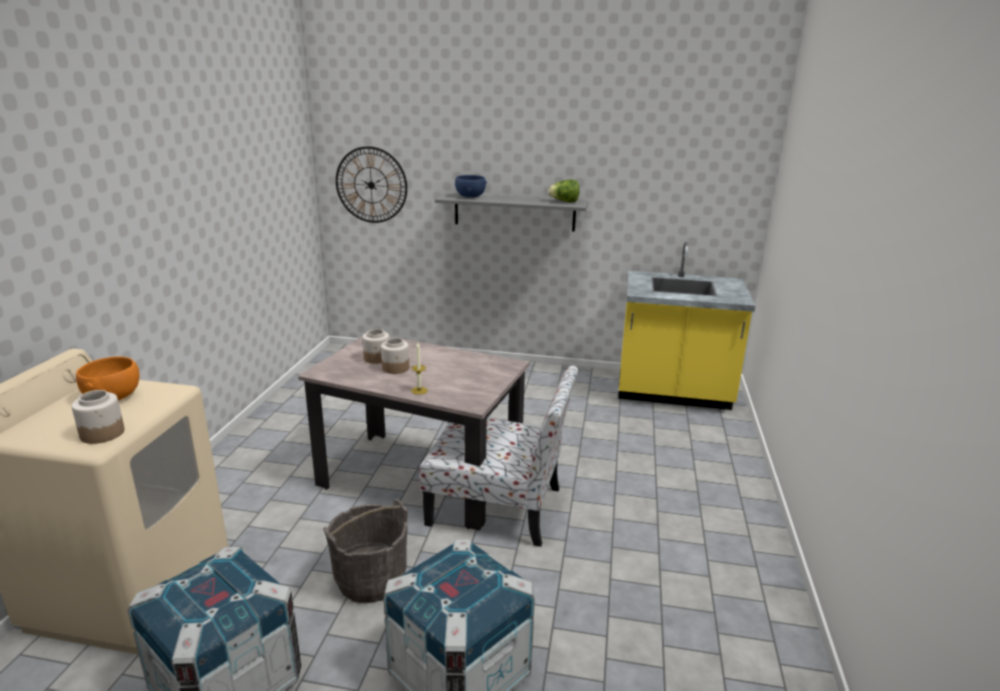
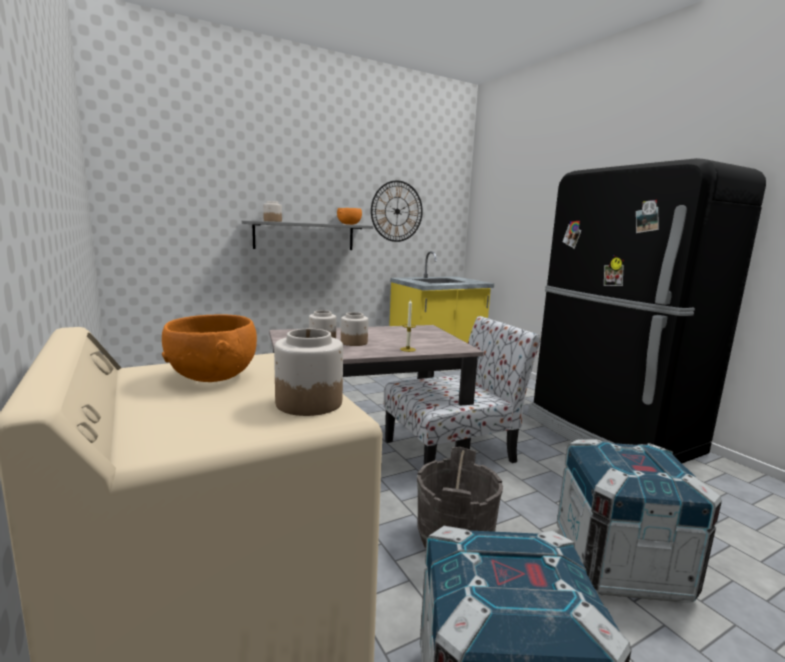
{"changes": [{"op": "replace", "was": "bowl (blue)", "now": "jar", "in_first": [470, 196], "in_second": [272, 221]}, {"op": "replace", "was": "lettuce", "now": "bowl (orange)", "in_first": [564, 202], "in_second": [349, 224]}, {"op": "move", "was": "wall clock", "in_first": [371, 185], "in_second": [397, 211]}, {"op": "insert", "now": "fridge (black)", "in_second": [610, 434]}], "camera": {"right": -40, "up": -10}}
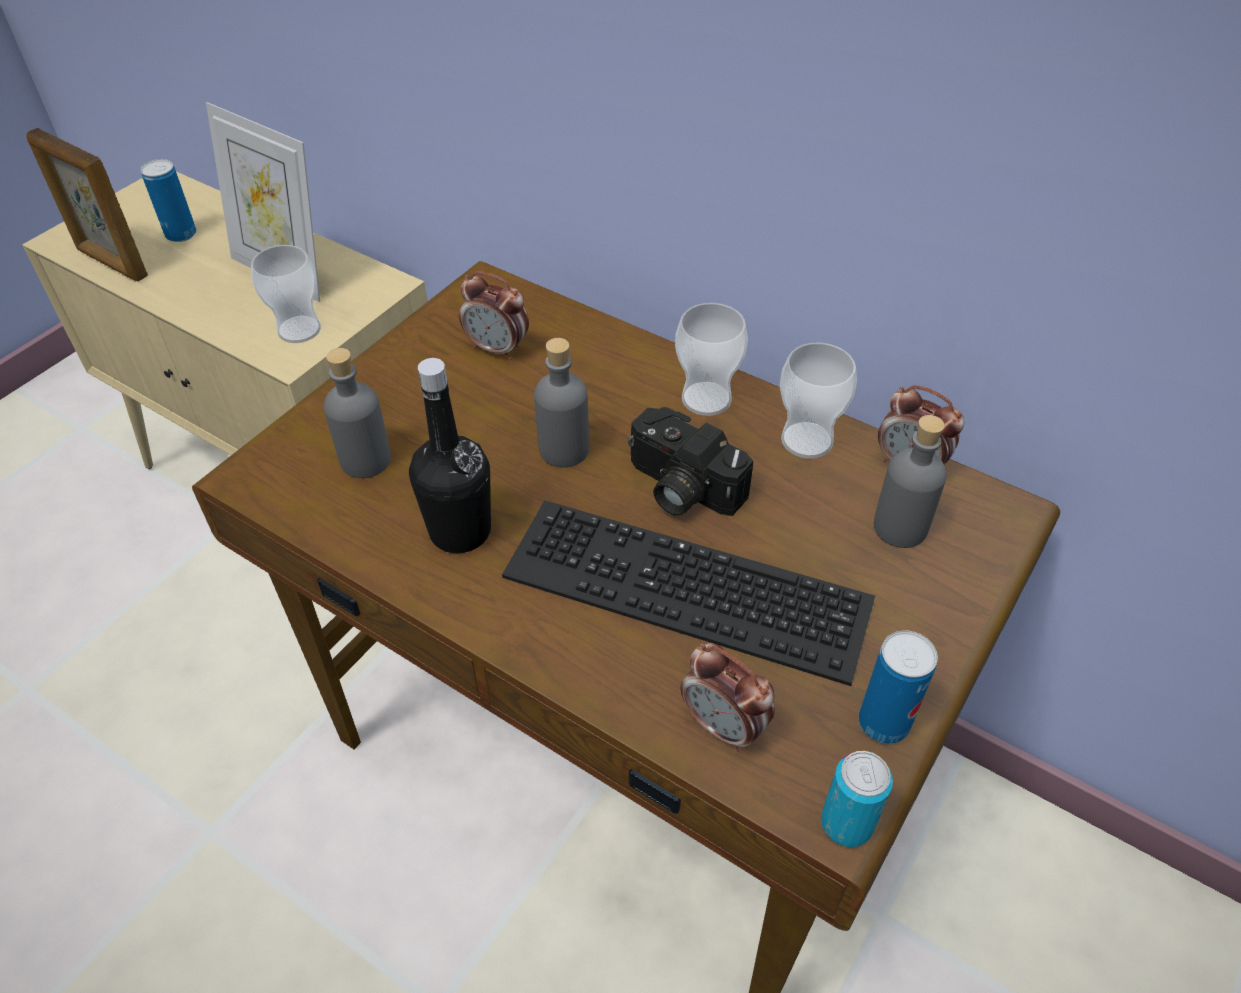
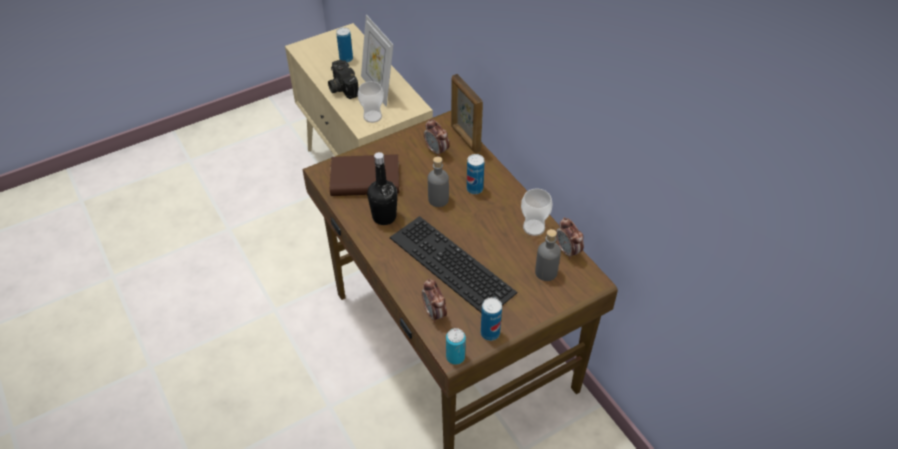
{"changes": [{"op": "move", "was": "photo camera", "in_first": [679, 488], "in_second": [341, 87]}, {"op": "replace", "was": "bottle (grey)", "now": "book (brown)", "in_first": [365, 460], "in_second": [365, 179]}, {"op": "move", "was": "picture frame", "in_first": [111, 263], "in_second": [465, 138]}, {"op": "insert", "now": "can", "in_second": [474, 189]}, {"op": "delete", "was": "cup", "in_first": [706, 399]}], "camera": {"right": 25, "up": 0}}
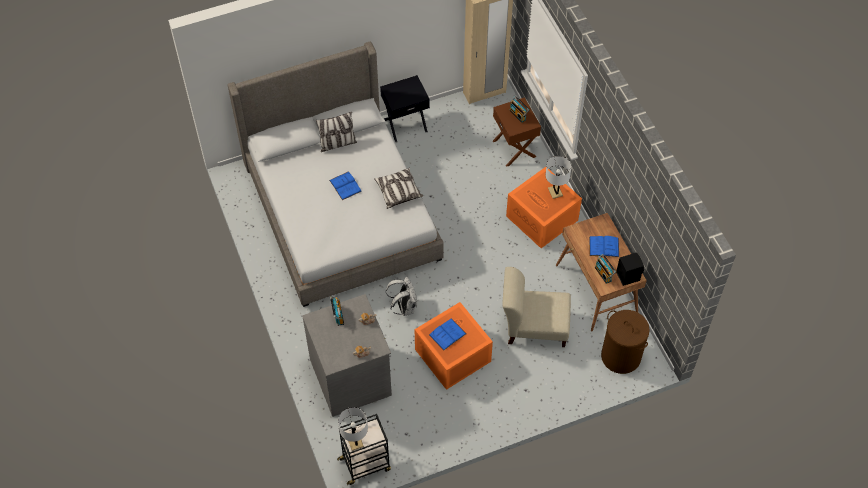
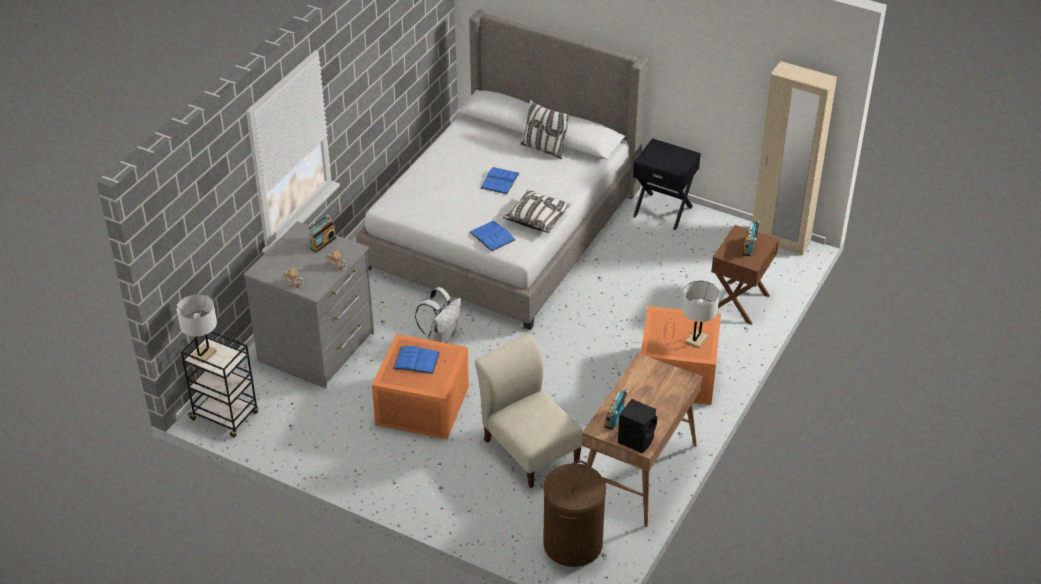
{"changes": [{"op": "move", "was": "book (blue)", "in_first": [604, 246], "in_second": [492, 236]}], "camera": {"right": 50, "up": -15}}
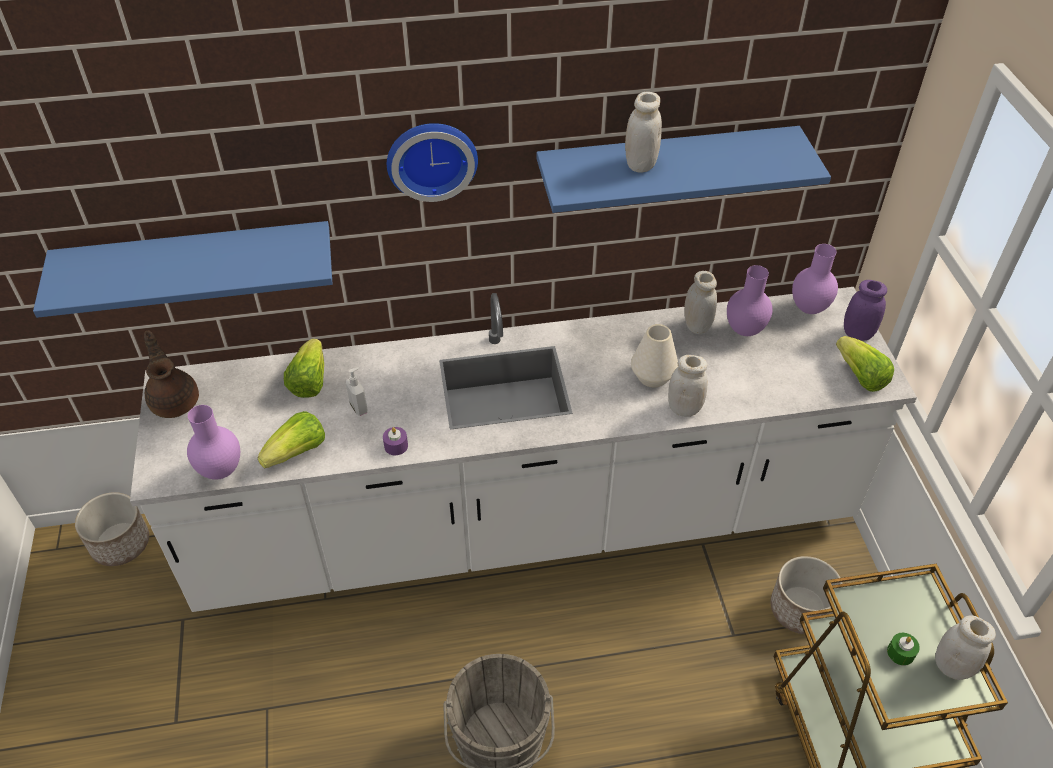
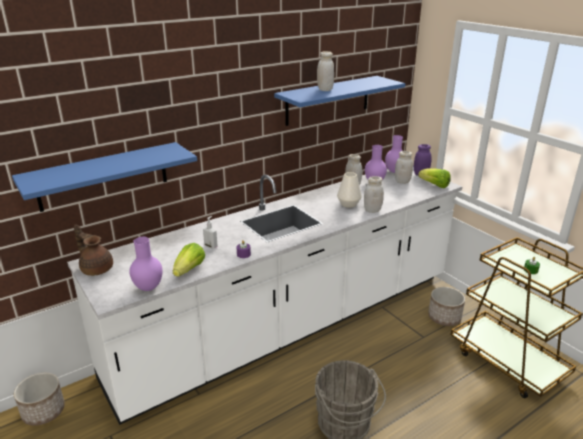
{"changes": [{"op": "move", "was": "jar (white)", "in_first": [952, 666], "in_second": [402, 181]}, {"op": "delete", "was": "lettuce", "in_first": [309, 381]}, {"op": "delete", "was": "wall clock", "in_first": [431, 158]}], "camera": {"right": -25, "up": -20}}
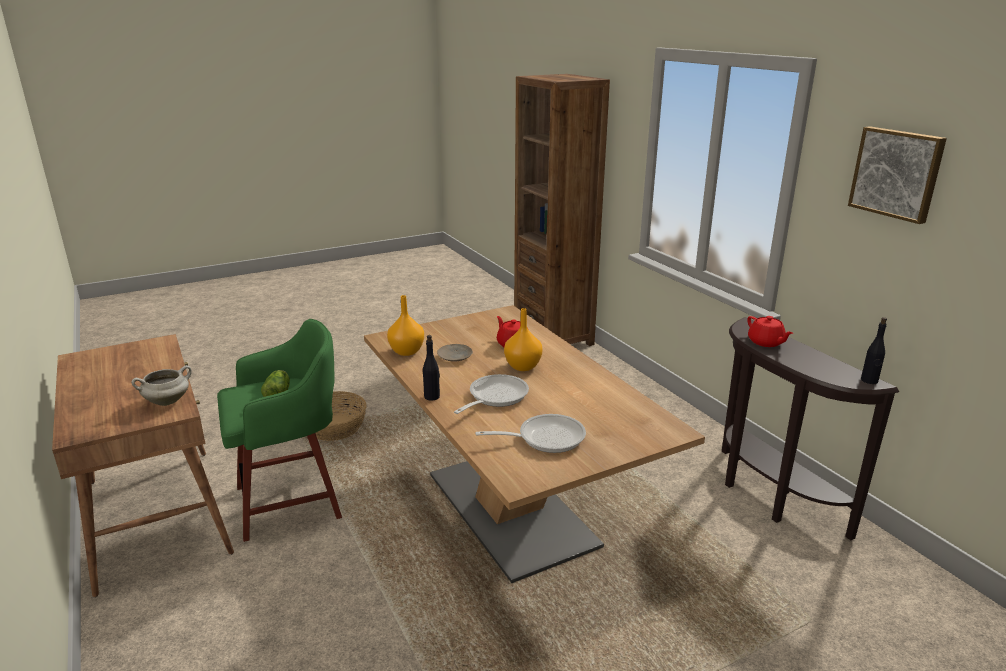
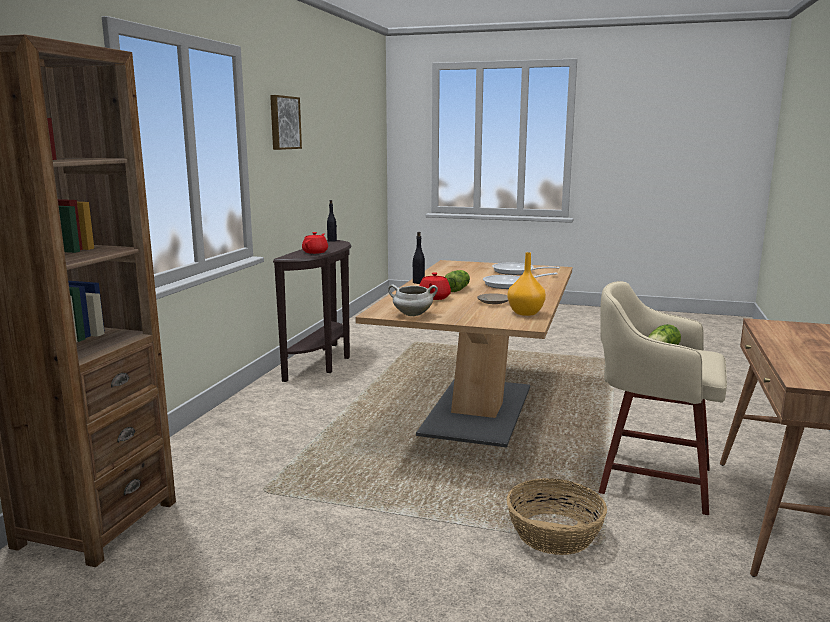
{"changes": [{"op": "move", "was": "cooking pot (white)", "in_first": [168, 401], "in_second": [412, 315]}, {"op": "move", "was": "bottle (black)", "in_first": [432, 396], "in_second": [418, 282]}, {"op": "replace", "was": "vase (orange)", "now": "lettuce", "in_first": [523, 366], "in_second": [458, 289]}, {"op": "recolor", "was": "stool (green)", "now": "stool (beige)", "in_first": [292, 501], "in_second": [650, 479]}], "camera": {"right": -135, "up": -10}}
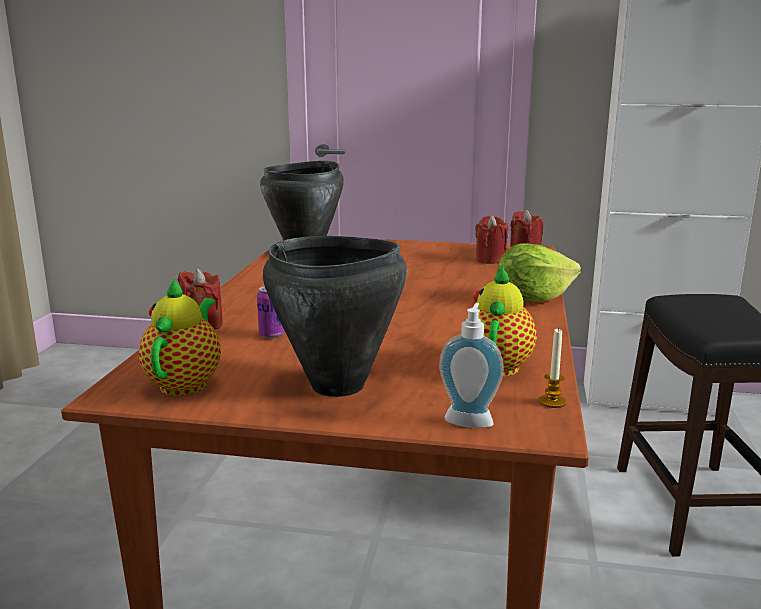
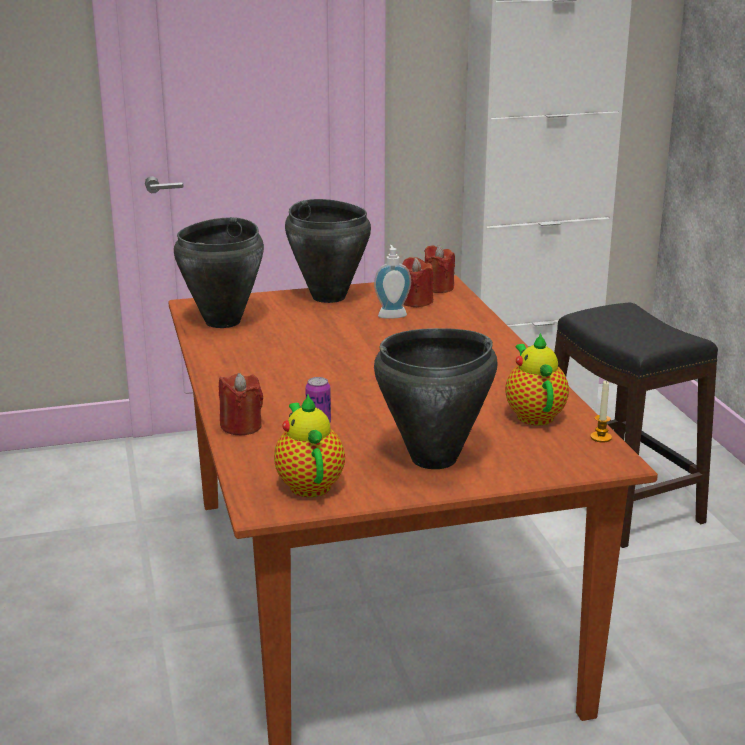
{"changes": [{"op": "insert", "now": "cooking pot (black)", "in_second": [329, 297]}, {"op": "move", "was": "soap dispenser", "in_first": [469, 419], "in_second": [391, 314]}, {"op": "delete", "was": "lettuce", "in_first": [532, 299]}], "camera": {"right": -25, "up": 5}}
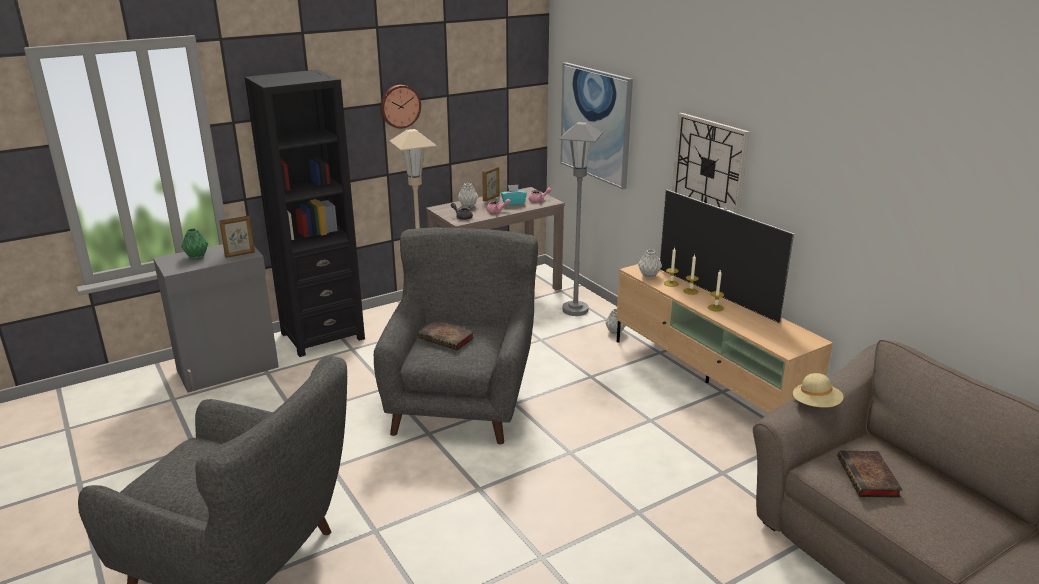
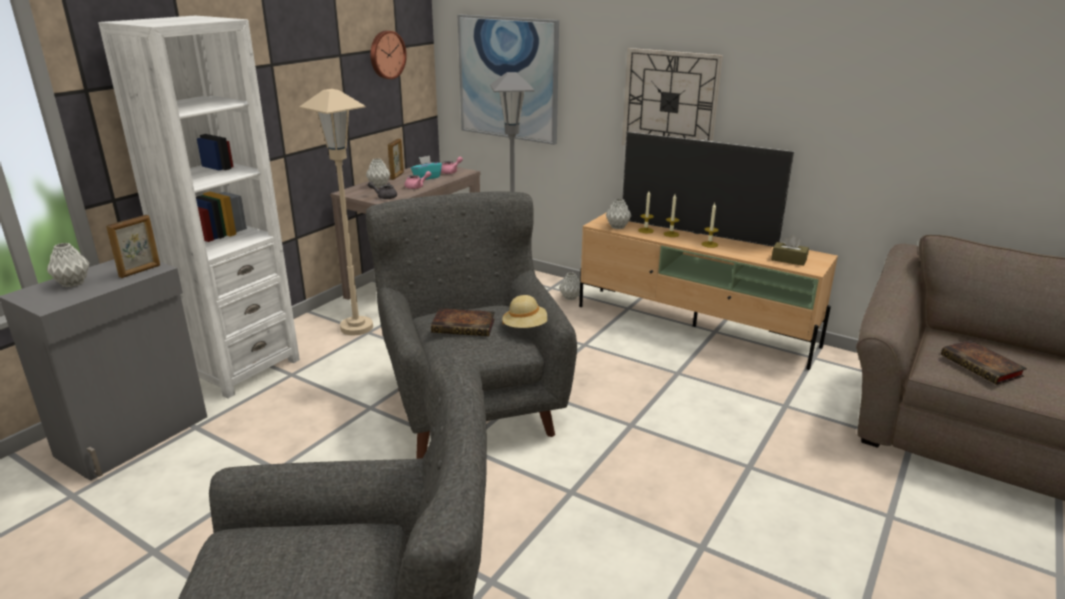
{"changes": [{"op": "recolor", "was": "vase (green)", "now": "vase (grey)", "in_first": [197, 256], "in_second": [73, 283]}, {"op": "recolor", "was": "bookcase (black)", "now": "bookcase (white)", "in_first": [322, 336], "in_second": [241, 368]}, {"op": "move", "was": "wall clock", "in_first": [399, 106], "in_second": [386, 54]}, {"op": "move", "was": "hat (beige)", "in_first": [816, 405], "in_second": [526, 327]}, {"op": "insert", "now": "tissue box (brown)", "in_second": [788, 260]}], "camera": {"right": -25, "up": 0}}
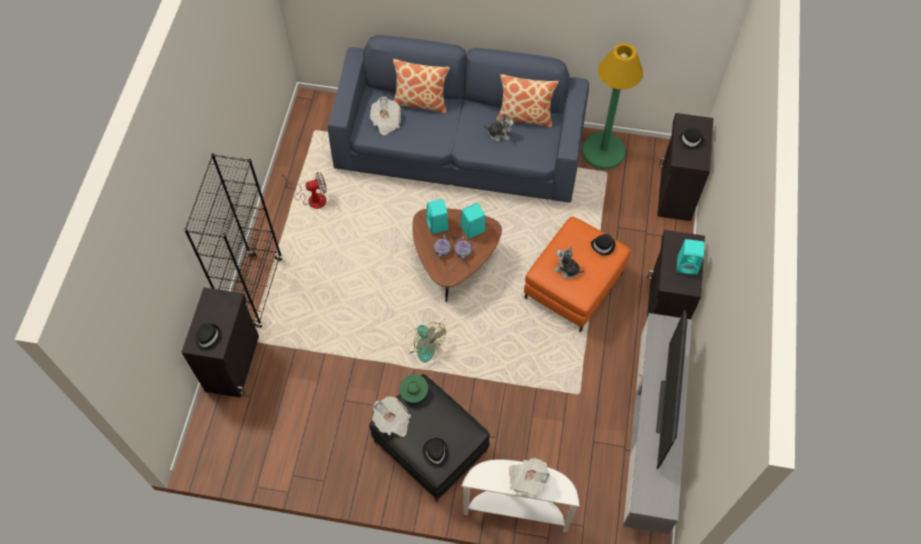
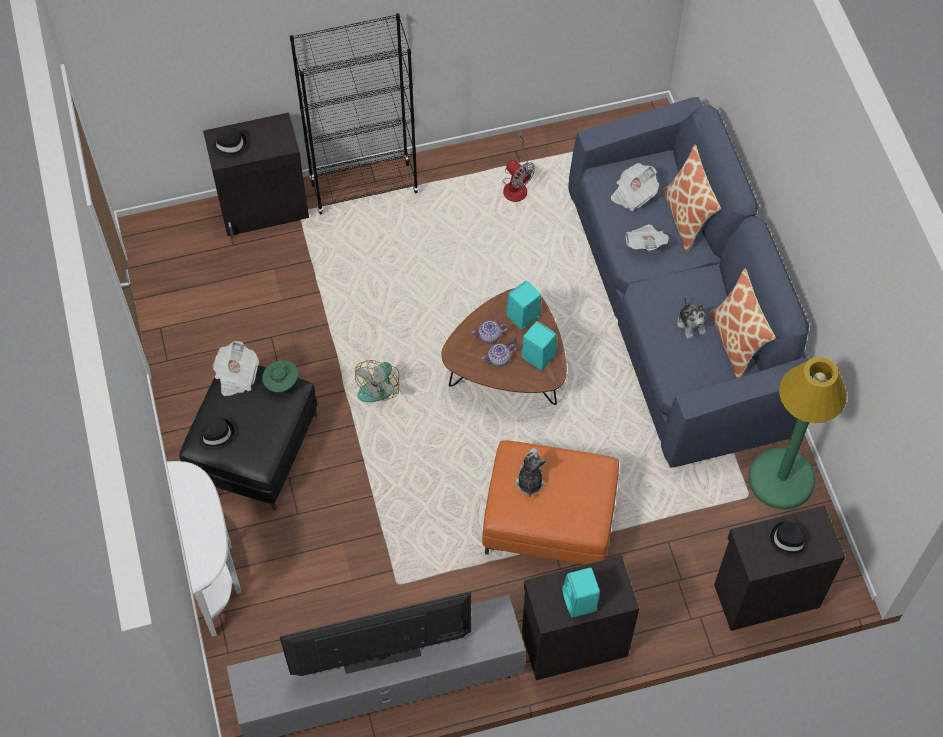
{"changes": [{"op": "move", "was": "newspaper", "in_first": [527, 479], "in_second": [645, 244]}, {"op": "delete", "was": "hat (black)", "in_first": [603, 246]}], "camera": {"right": 65, "up": 0}}
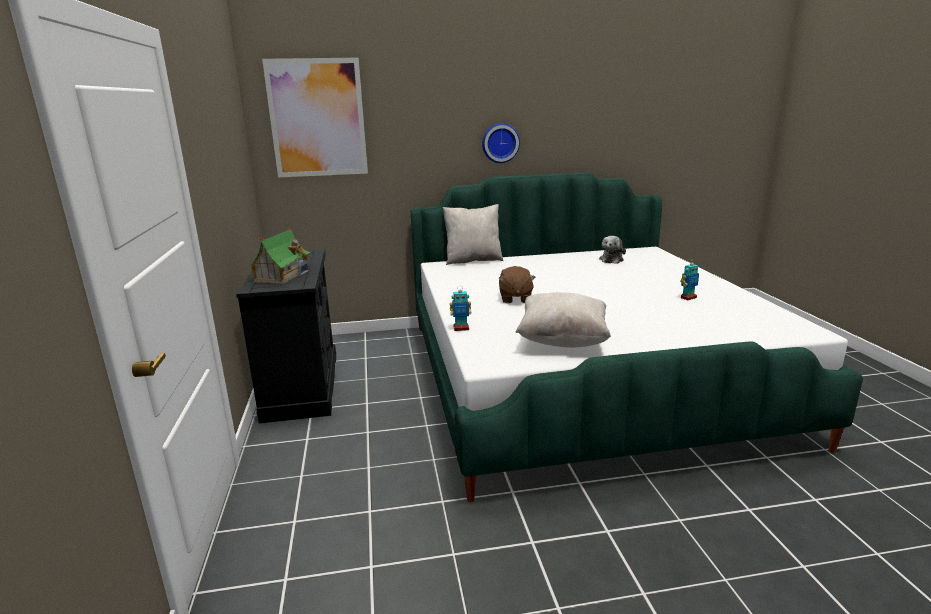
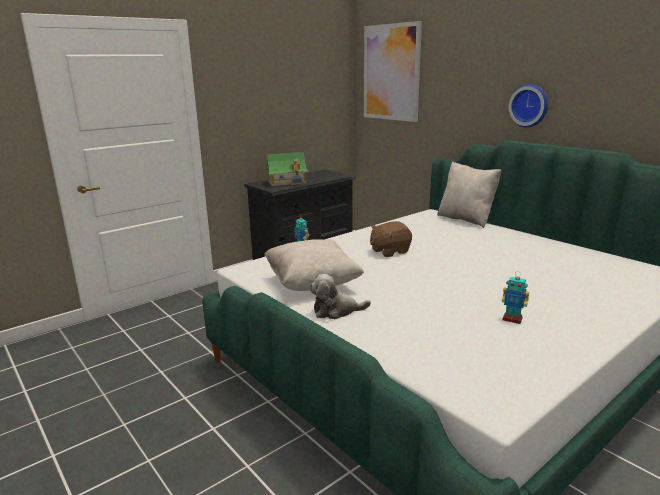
{"changes": [{"op": "move", "was": "plush toy", "in_first": [611, 259], "in_second": [336, 311]}], "camera": {"right": 60, "up": 0}}
